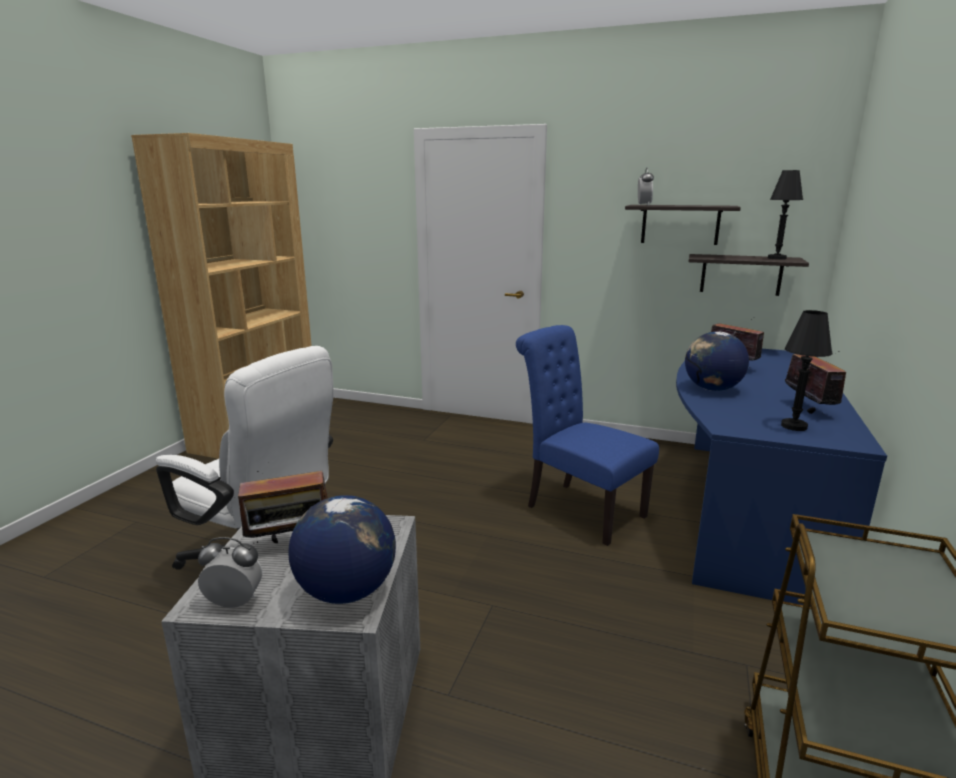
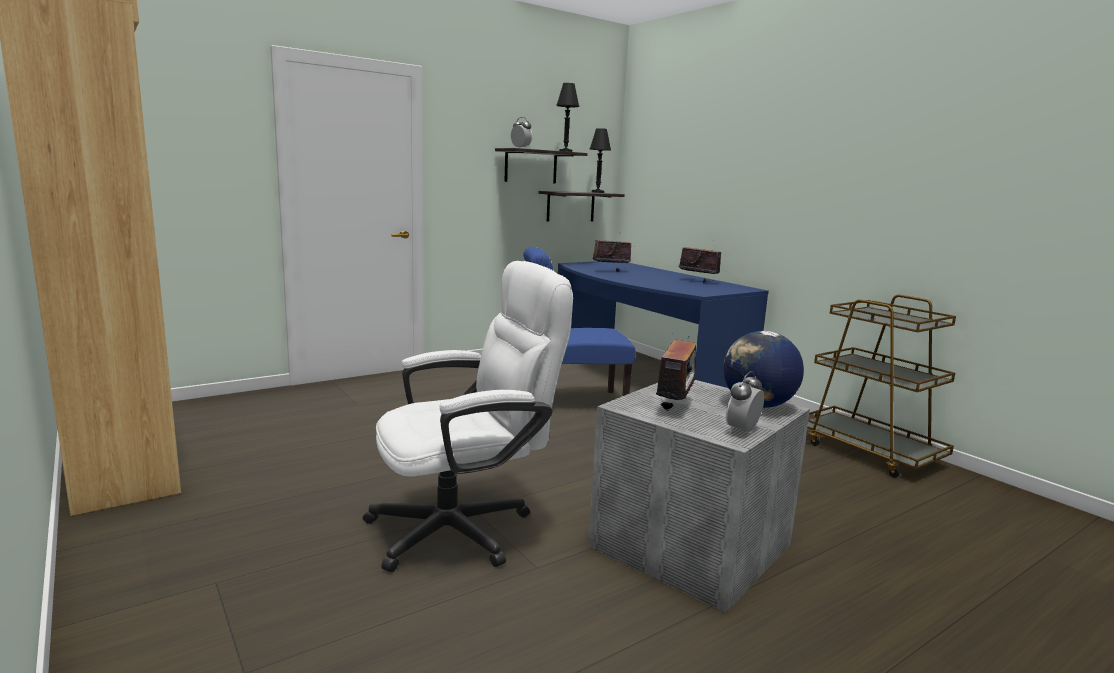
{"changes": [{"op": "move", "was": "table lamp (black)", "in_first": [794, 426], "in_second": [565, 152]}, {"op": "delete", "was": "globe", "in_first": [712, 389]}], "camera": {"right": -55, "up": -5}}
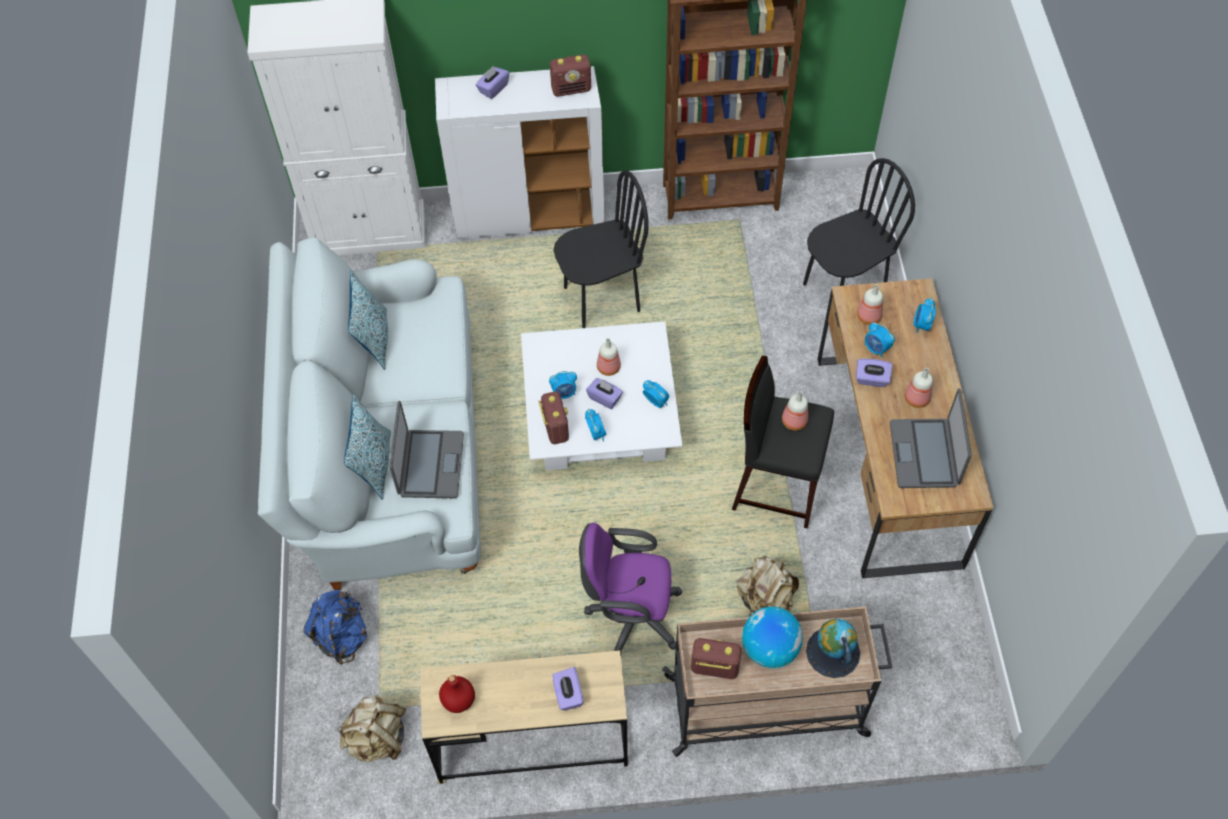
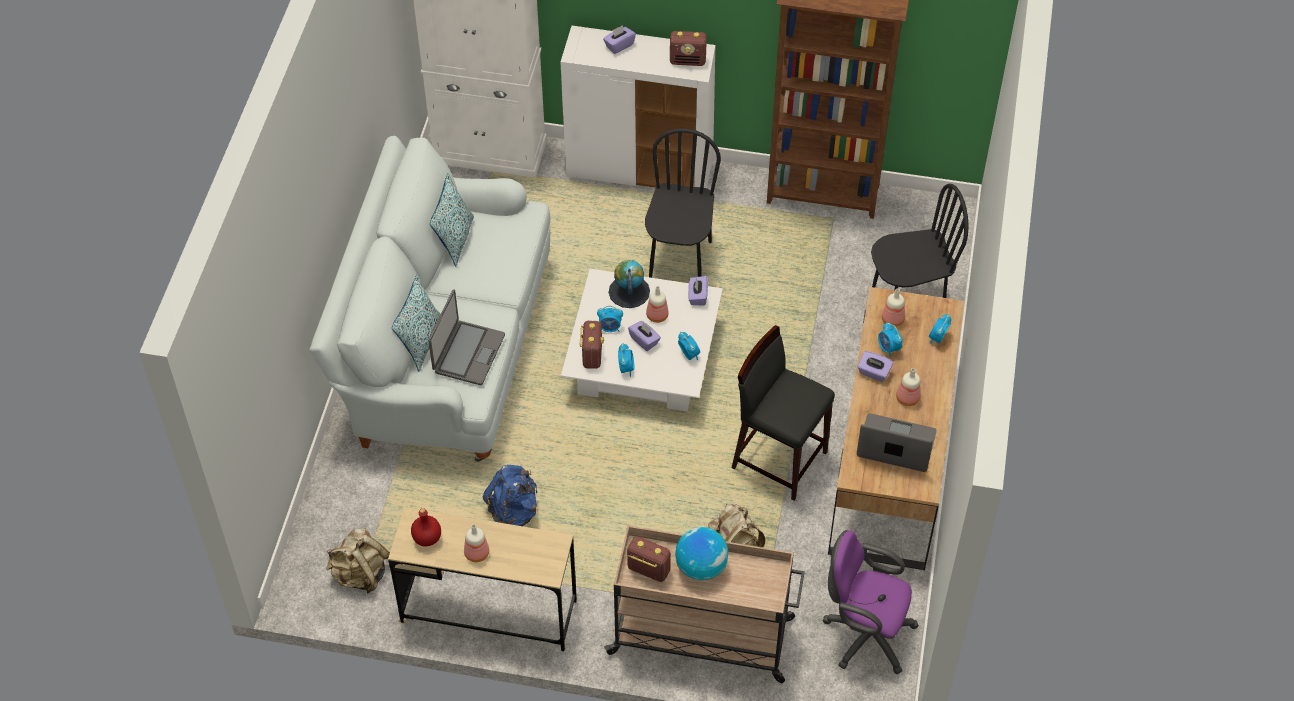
{"changes": [{"op": "move", "was": "bottle", "in_first": [793, 422], "in_second": [476, 554]}, {"op": "move", "was": "backpack (blue)", "in_first": [342, 636], "in_second": [514, 511]}, {"op": "move", "was": "globe", "in_first": [832, 652], "in_second": [629, 291]}, {"op": "rotate", "was": "chair (black)", "in_first": [601, 299], "in_second": [679, 259], "clockwise": -75}, {"op": "move", "was": "tissue box (purple)", "in_first": [568, 694], "in_second": [697, 296]}, {"op": "move", "was": "office chair (purple)", "in_first": [630, 615], "in_second": [864, 634]}, {"op": "rotate", "was": "laptop", "in_first": [924, 454], "in_second": [896, 445], "clockwise": 90}], "camera": {"right": 15, "up": -5}}
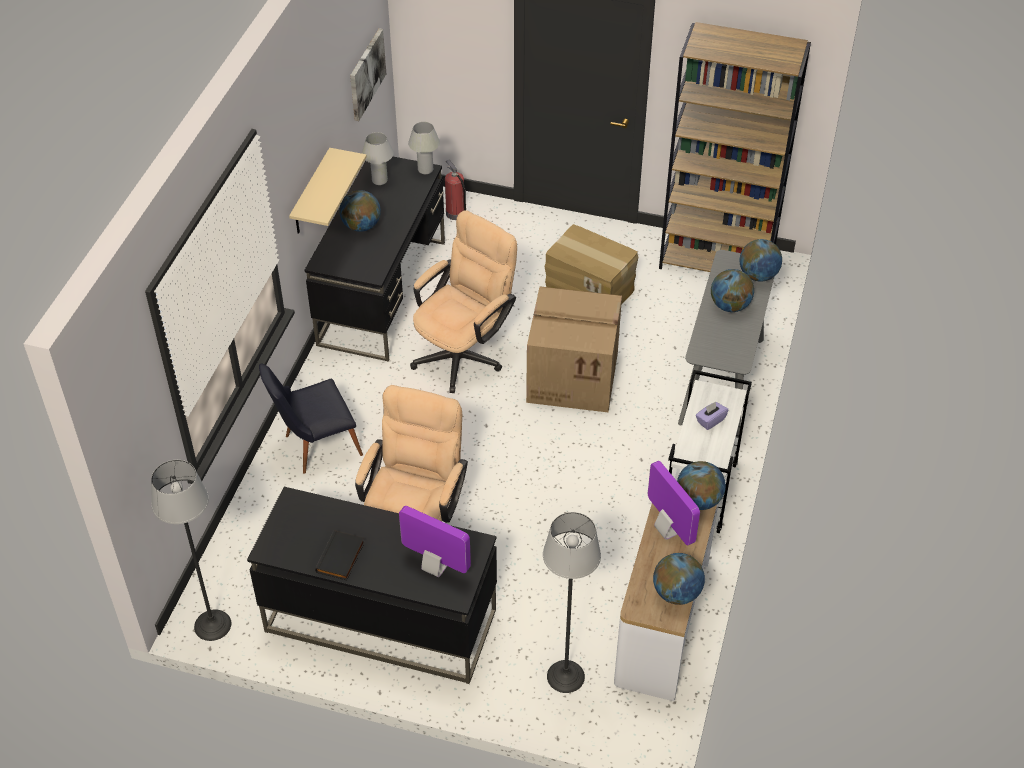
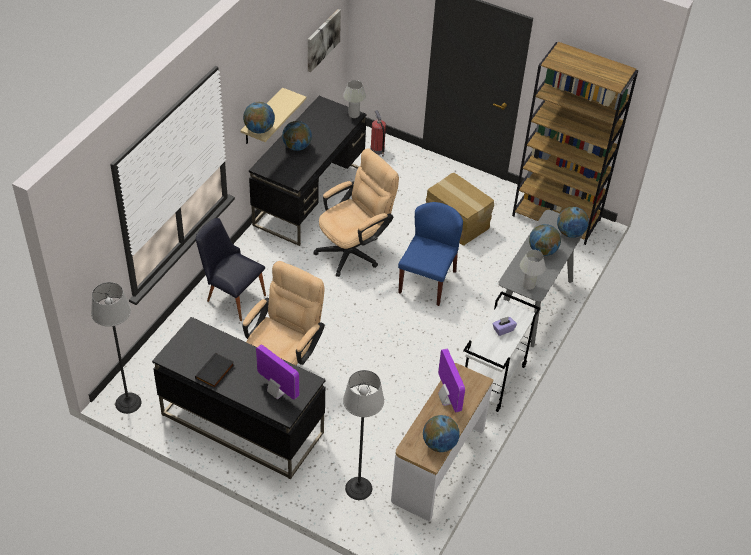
{"changes": [{"op": "rotate", "was": "chair (black)", "in_first": [315, 446], "in_second": [232, 295], "clockwise": 45}, {"op": "move", "was": "globe", "in_first": [698, 500], "in_second": [259, 129]}, {"op": "replace", "was": "cardboard box", "now": "chair (blue)", "in_first": [574, 376], "in_second": [427, 281]}, {"op": "move", "was": "table lamp (white)", "in_first": [379, 180], "in_second": [528, 285]}], "camera": {"right": 10, "up": 0}}
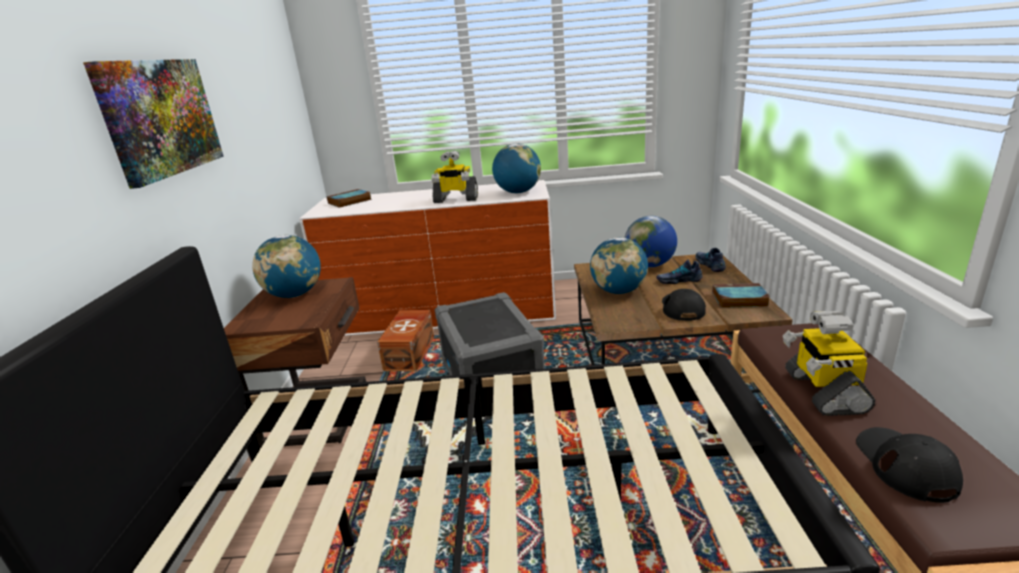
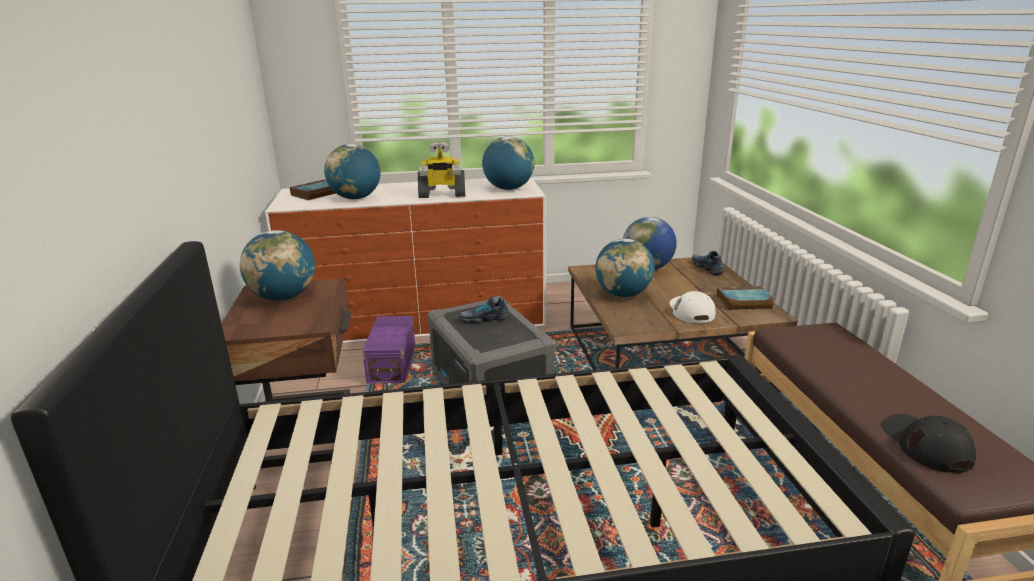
{"changes": [{"op": "insert", "now": "globe", "in_second": [355, 198]}, {"op": "recolor", "was": "storage box (brown)", "now": "storage box (purple)", "in_first": [411, 353], "in_second": [393, 364]}, {"op": "move", "was": "shoe", "in_first": [678, 280], "in_second": [483, 318]}, {"op": "recolor", "was": "cap (black)", "now": "cap (white)", "in_first": [682, 308], "in_second": [691, 311]}, {"op": "delete", "was": "picture", "in_first": [161, 118]}, {"op": "delete", "was": "toy robot", "in_first": [823, 391]}], "camera": {"right": -10, "up": 0}}
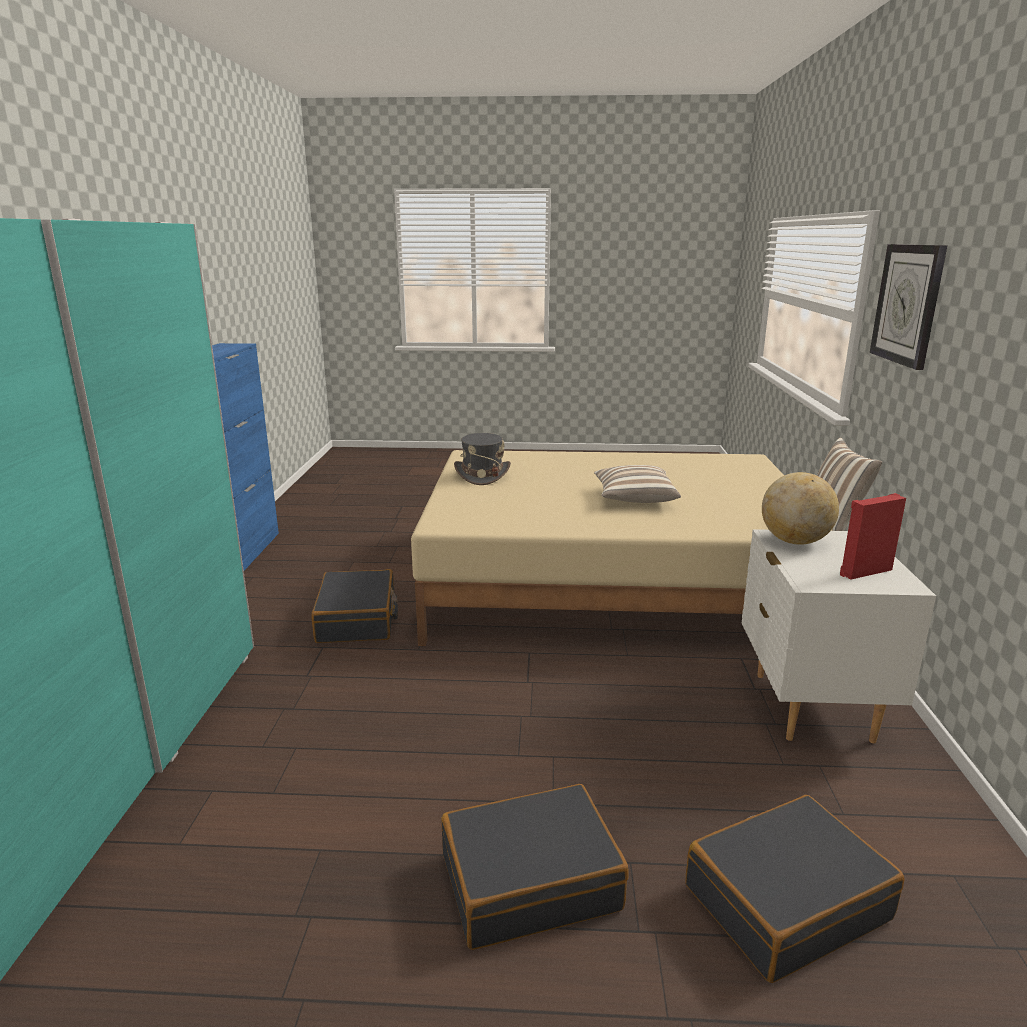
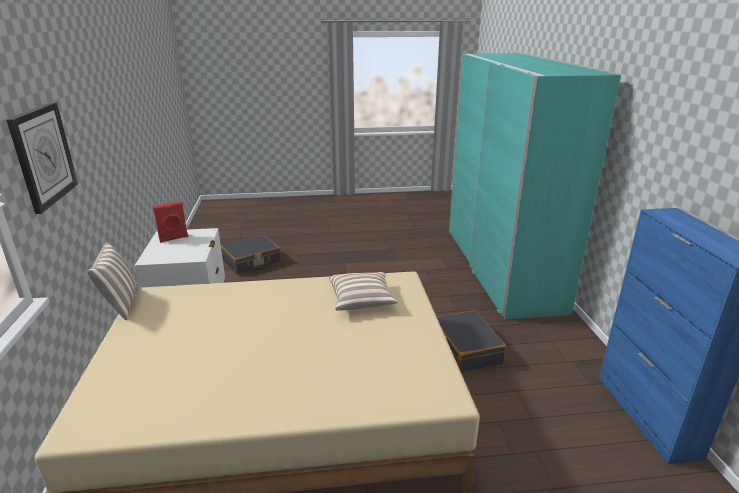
{"changes": [{"op": "move", "was": "pillow", "in_first": [634, 499], "in_second": [361, 300]}, {"op": "delete", "was": "suitcase (black)", "in_first": [530, 881]}, {"op": "delete", "was": "hat (grey)", "in_first": [482, 475]}, {"op": "delete", "was": "globe", "in_first": [795, 541]}], "camera": {"right": 170, "up": 5}}
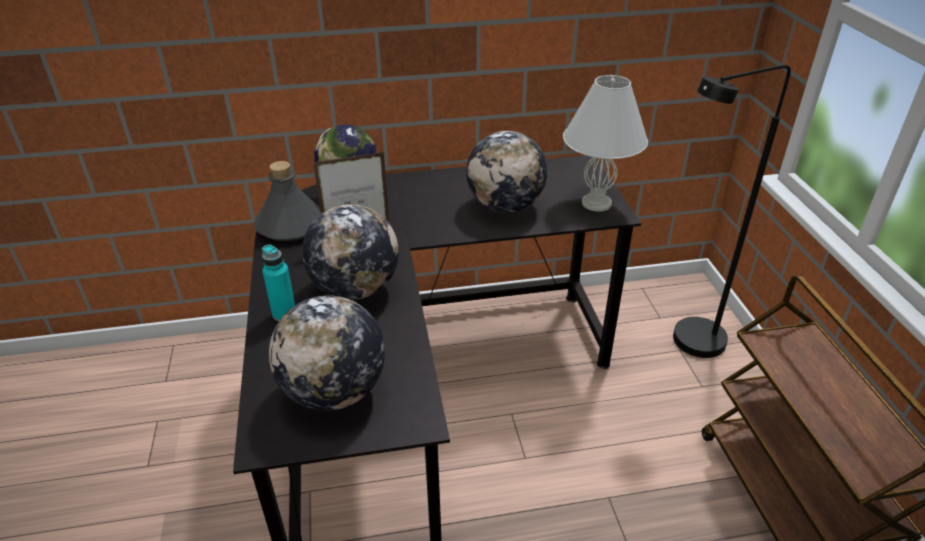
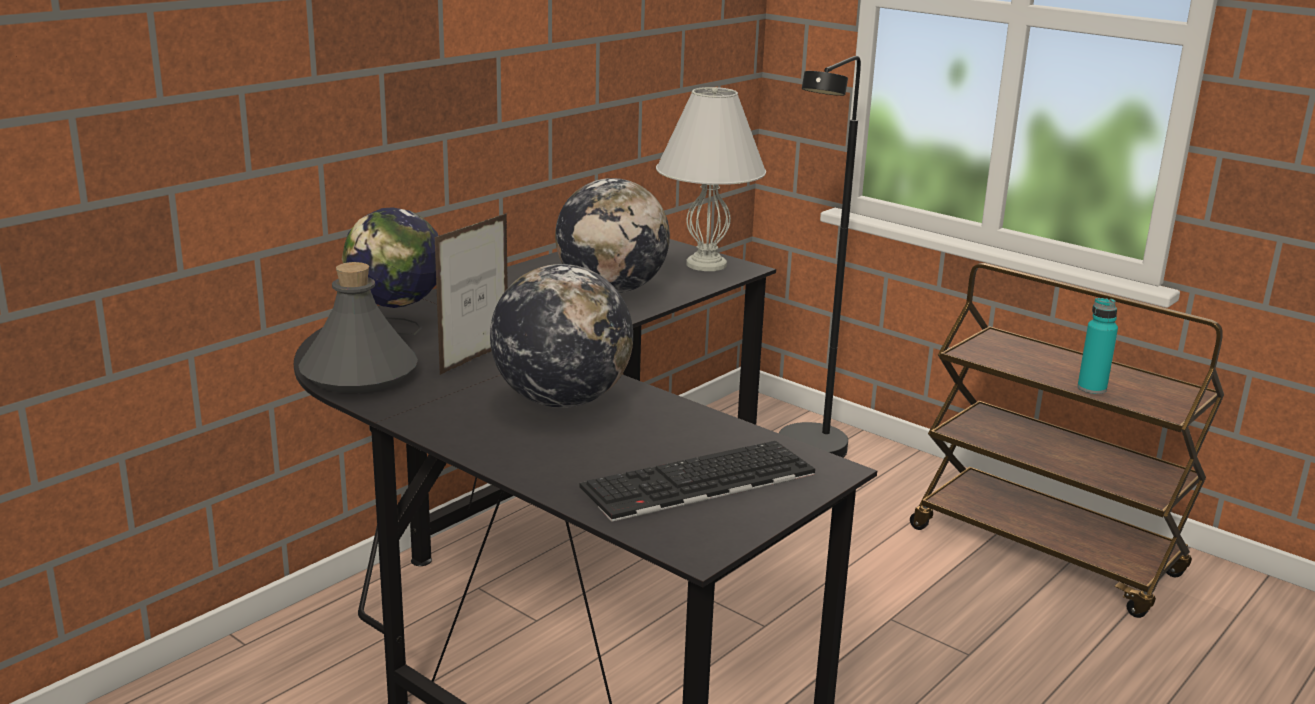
{"changes": [{"op": "replace", "was": "globe", "now": "keyboard", "in_first": [334, 392], "in_second": [698, 483]}, {"op": "move", "was": "bottle (turquoise)", "in_first": [284, 314], "in_second": [1091, 388]}], "camera": {"right": -40, "up": -15}}
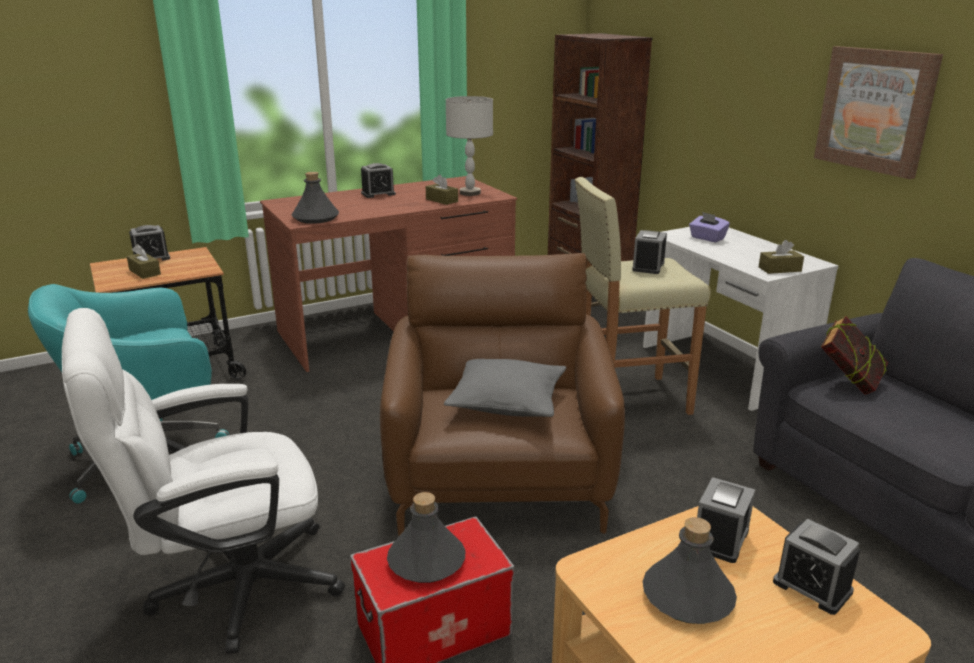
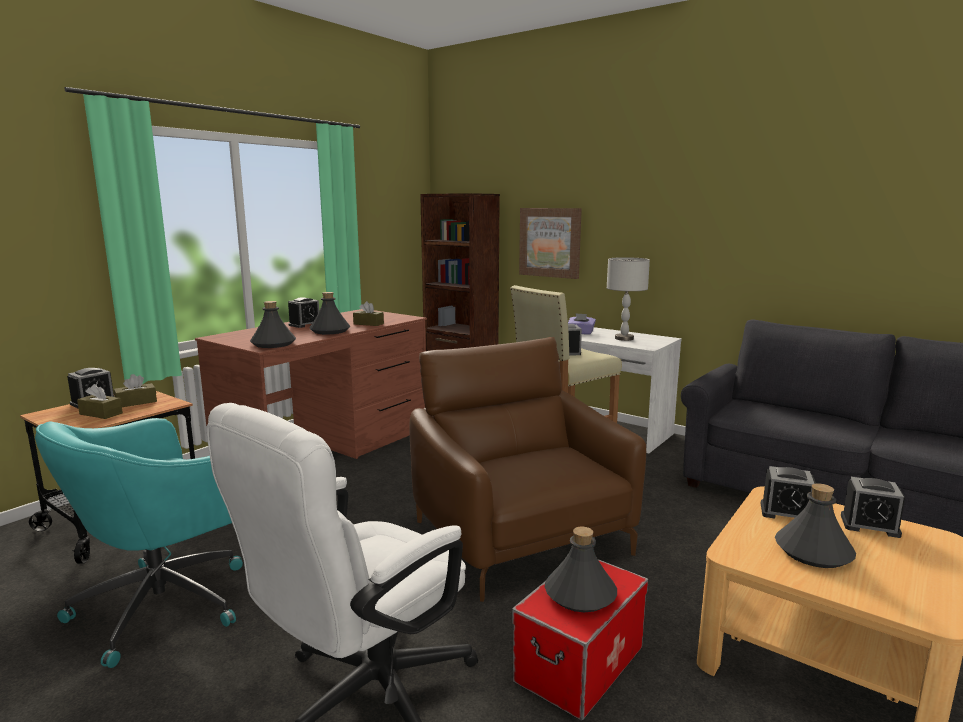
{"changes": [{"op": "move", "was": "tissue box (brown)", "in_first": [779, 269], "in_second": [136, 402]}, {"op": "insert", "now": "bottle (grey)", "in_second": [330, 331]}, {"op": "move", "was": "picture", "in_first": [875, 110], "in_second": [550, 242]}, {"op": "move", "was": "table lamp (grey)", "in_first": [469, 193], "in_second": [623, 338]}, {"op": "rotate", "was": "alarm clock", "in_first": [720, 539], "in_second": [786, 513], "clockwise": 105}, {"op": "delete", "was": "pillow (grey)", "in_first": [507, 402]}, {"op": "delete", "was": "book", "in_first": [848, 383]}], "camera": {"right": -25, "up": -10}}
